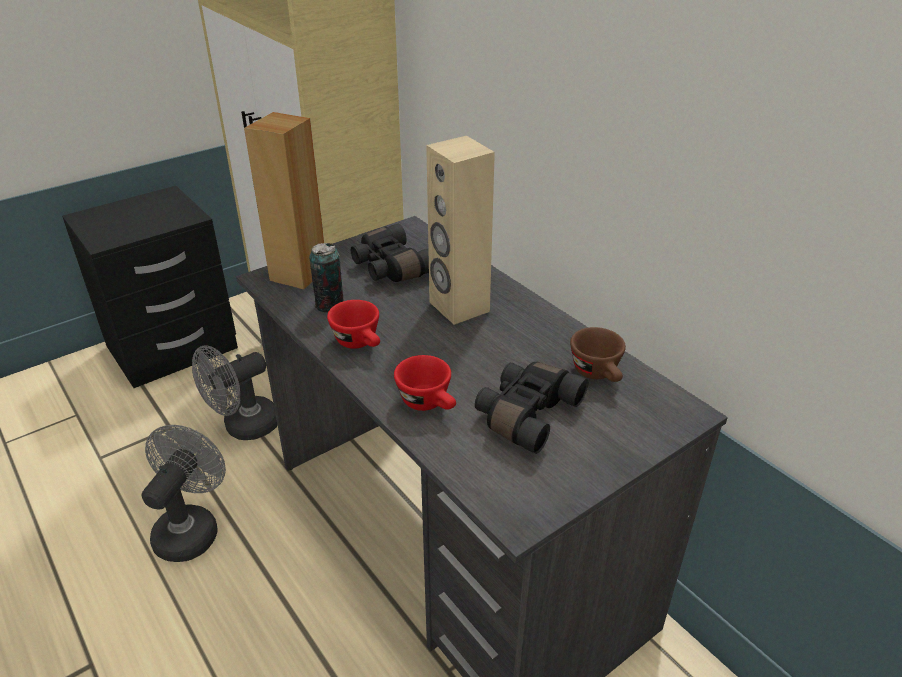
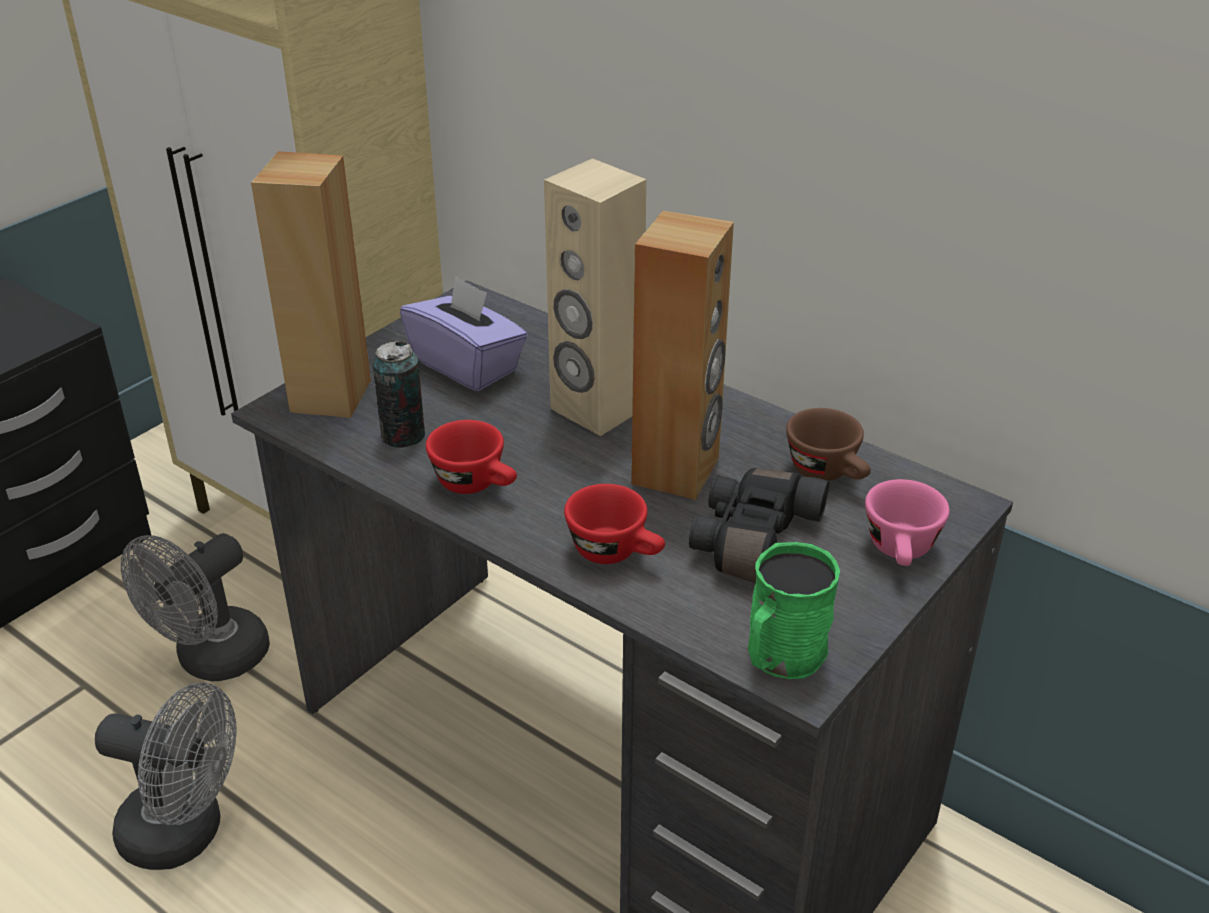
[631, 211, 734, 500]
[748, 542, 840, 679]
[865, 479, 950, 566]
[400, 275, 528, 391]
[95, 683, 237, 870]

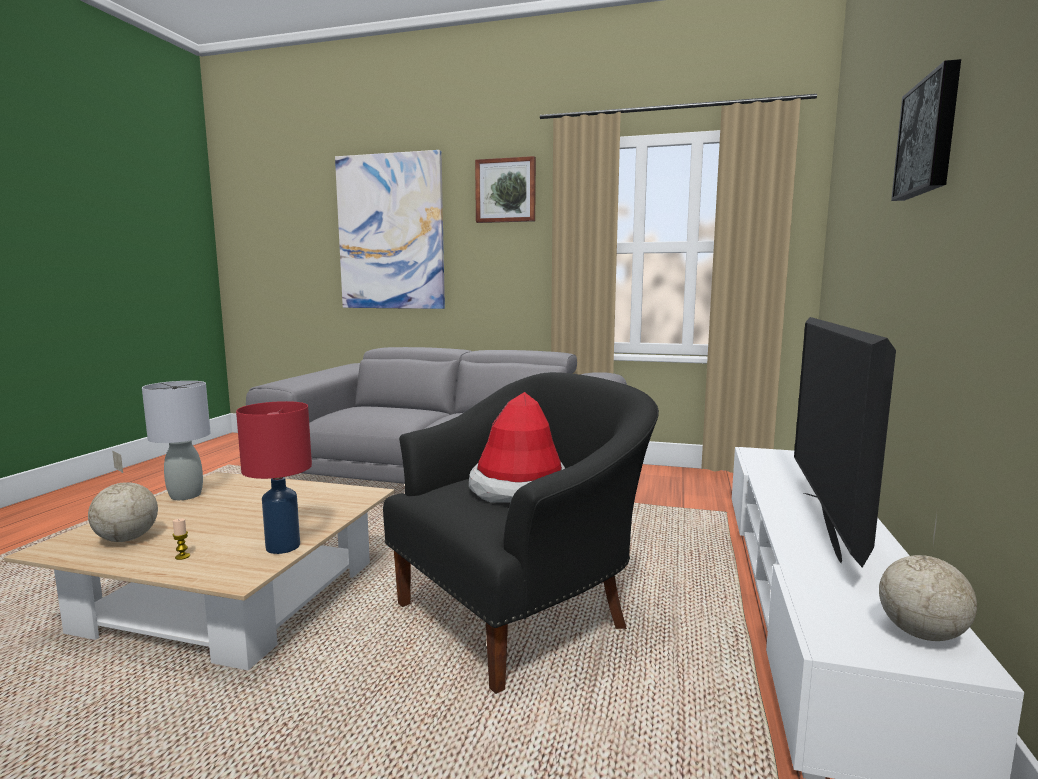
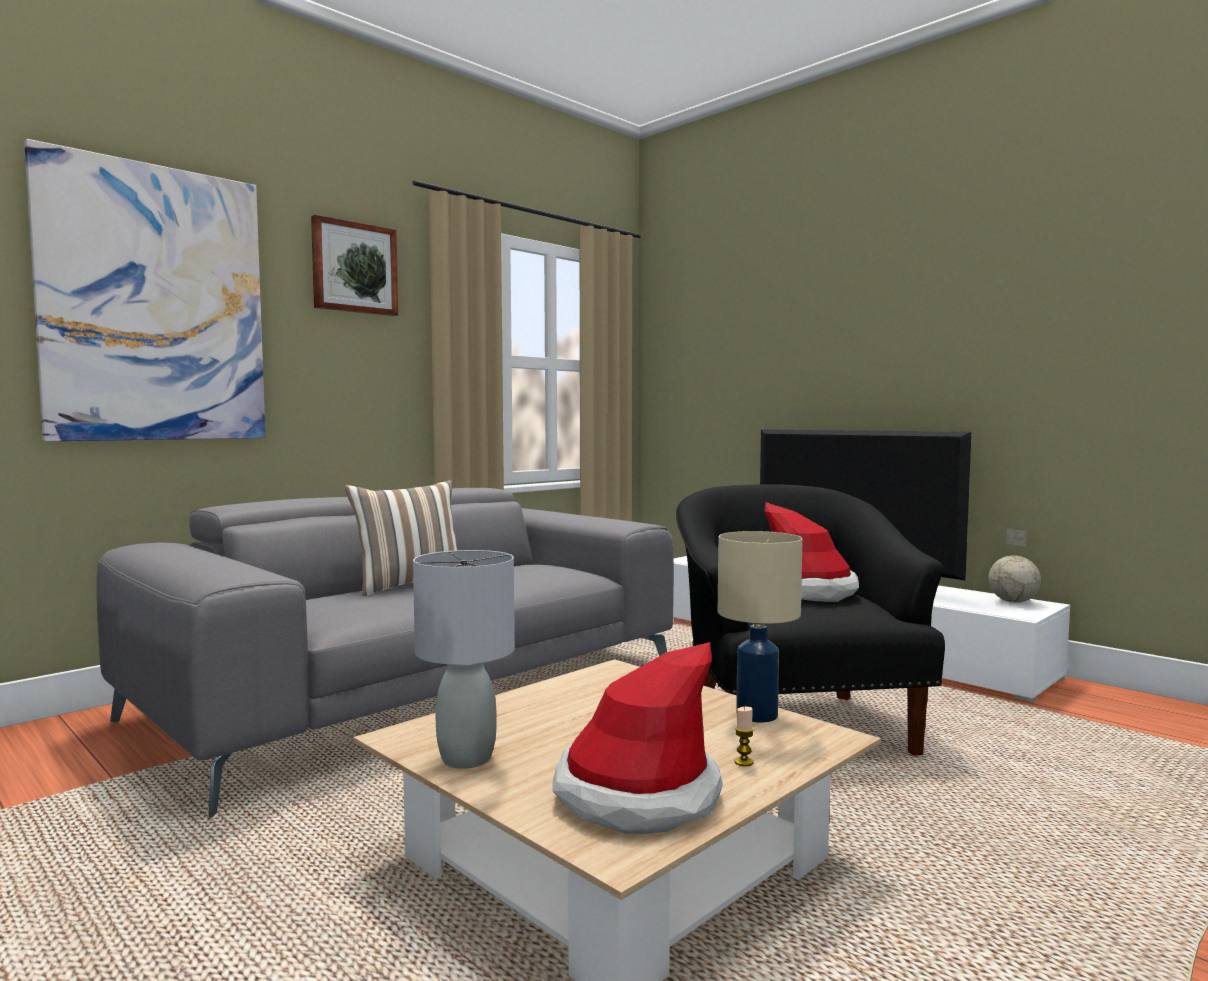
[891, 59, 961, 201] (first image)
[344, 480, 457, 596]
[552, 642, 723, 834]
[718, 531, 802, 723]

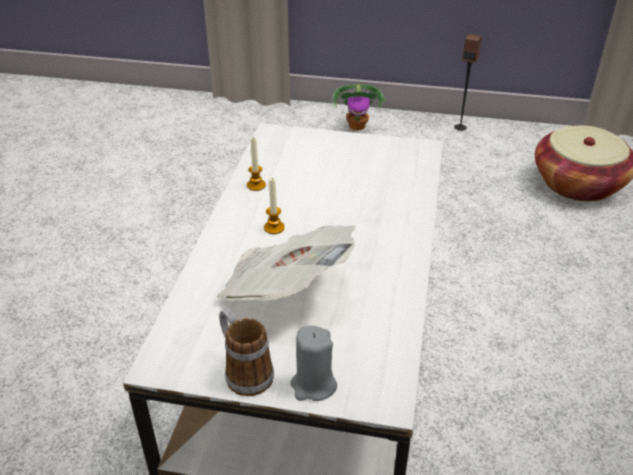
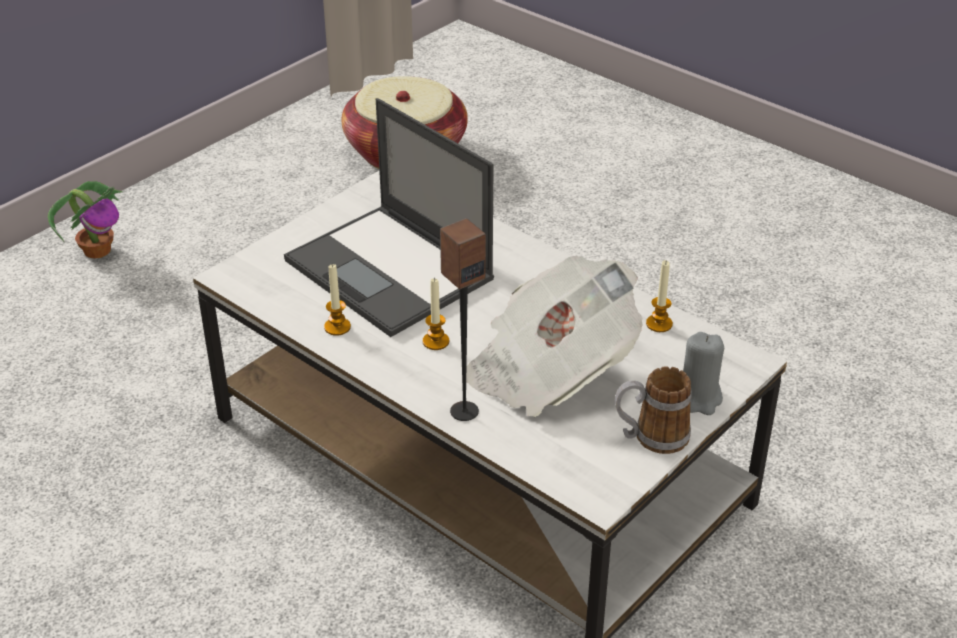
[284, 98, 494, 337]
[646, 260, 673, 332]
[440, 218, 486, 421]

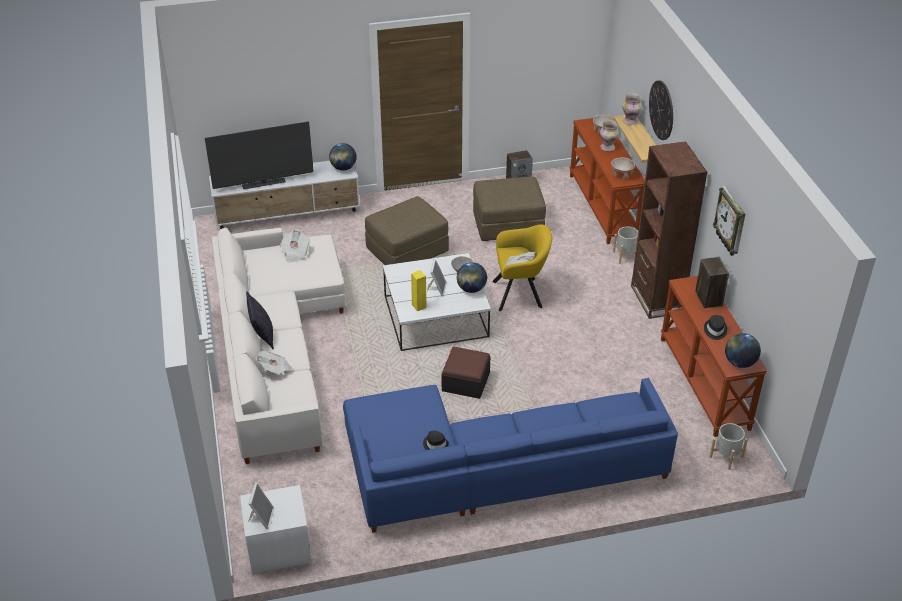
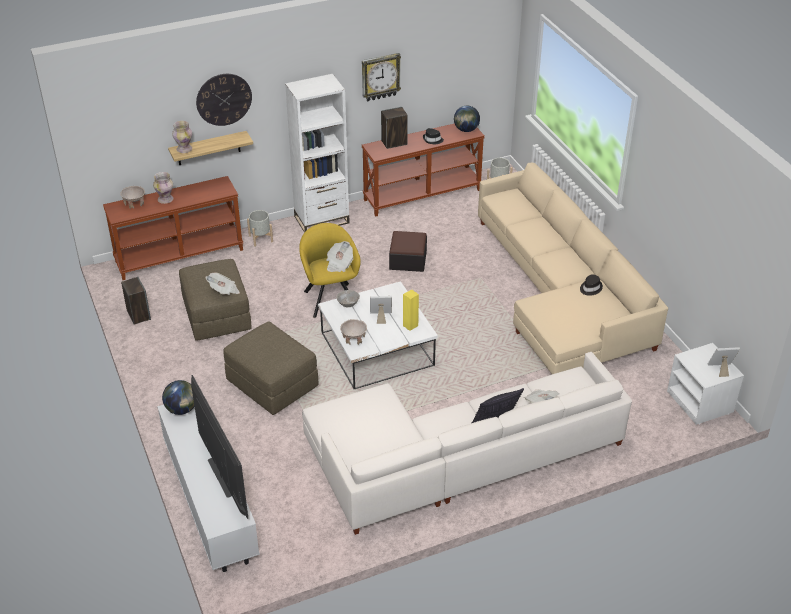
[457, 262, 487, 293] (first image)
[205, 273, 240, 295]
[389, 231, 427, 272]
[340, 319, 367, 345]
[478, 163, 668, 374]
[285, 74, 350, 233]

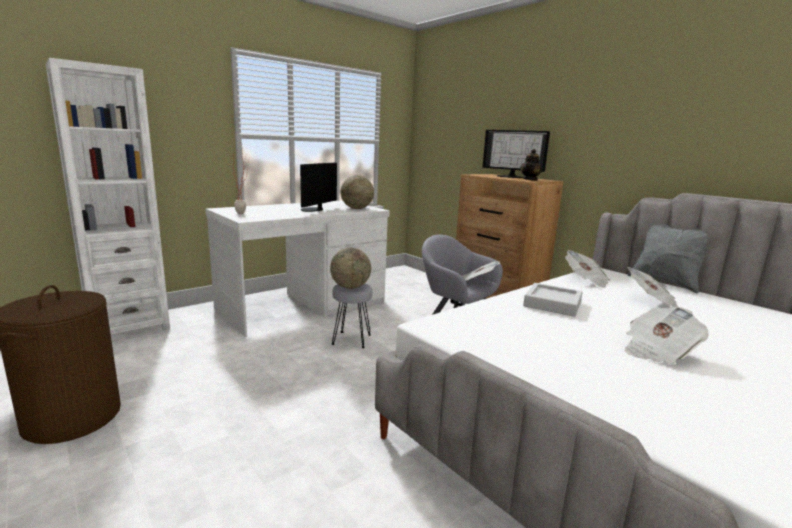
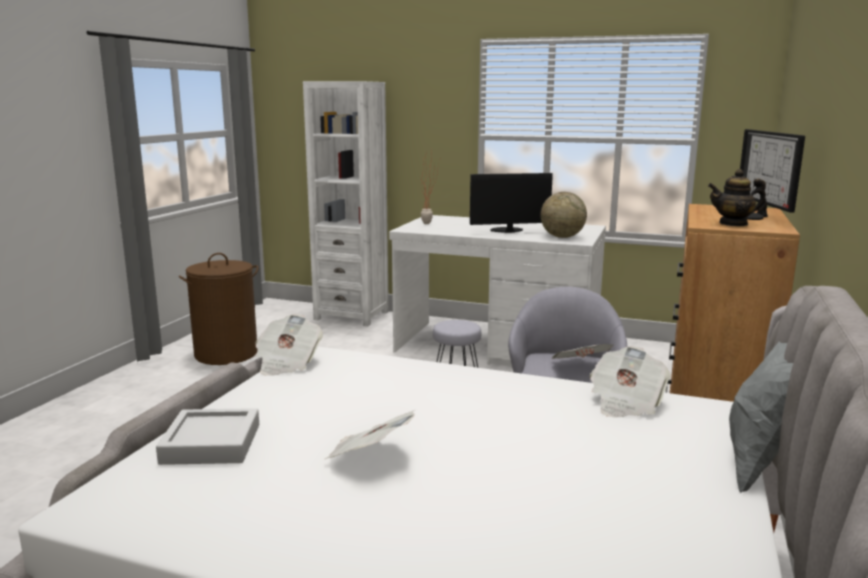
[330, 248, 371, 289] (first image)
[156, 408, 259, 465]
[255, 314, 323, 376]

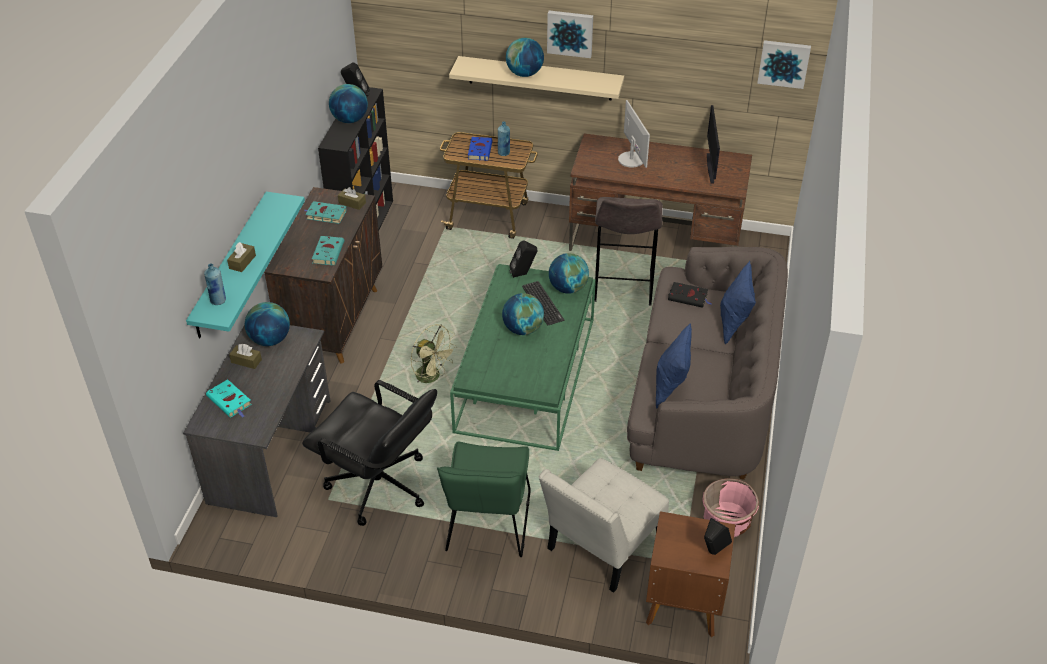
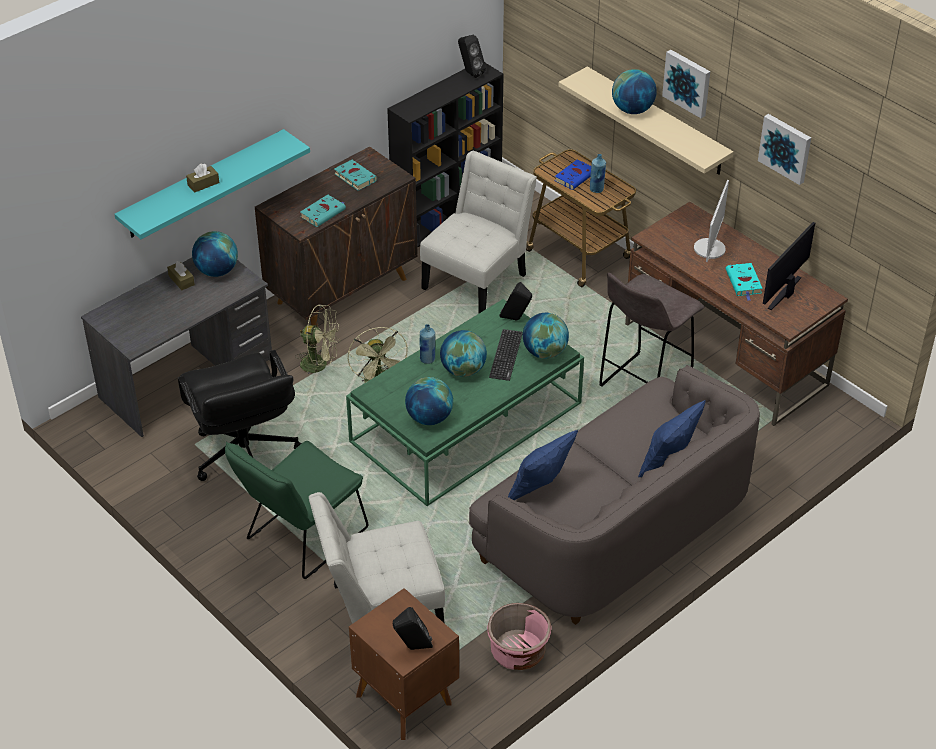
[338, 187, 366, 210] (first image)
[668, 282, 712, 308] (first image)
[295, 304, 340, 374]
[420, 151, 537, 313]
[419, 324, 435, 364]
[726, 263, 763, 300]
[405, 377, 453, 425]
[758, 114, 811, 185]

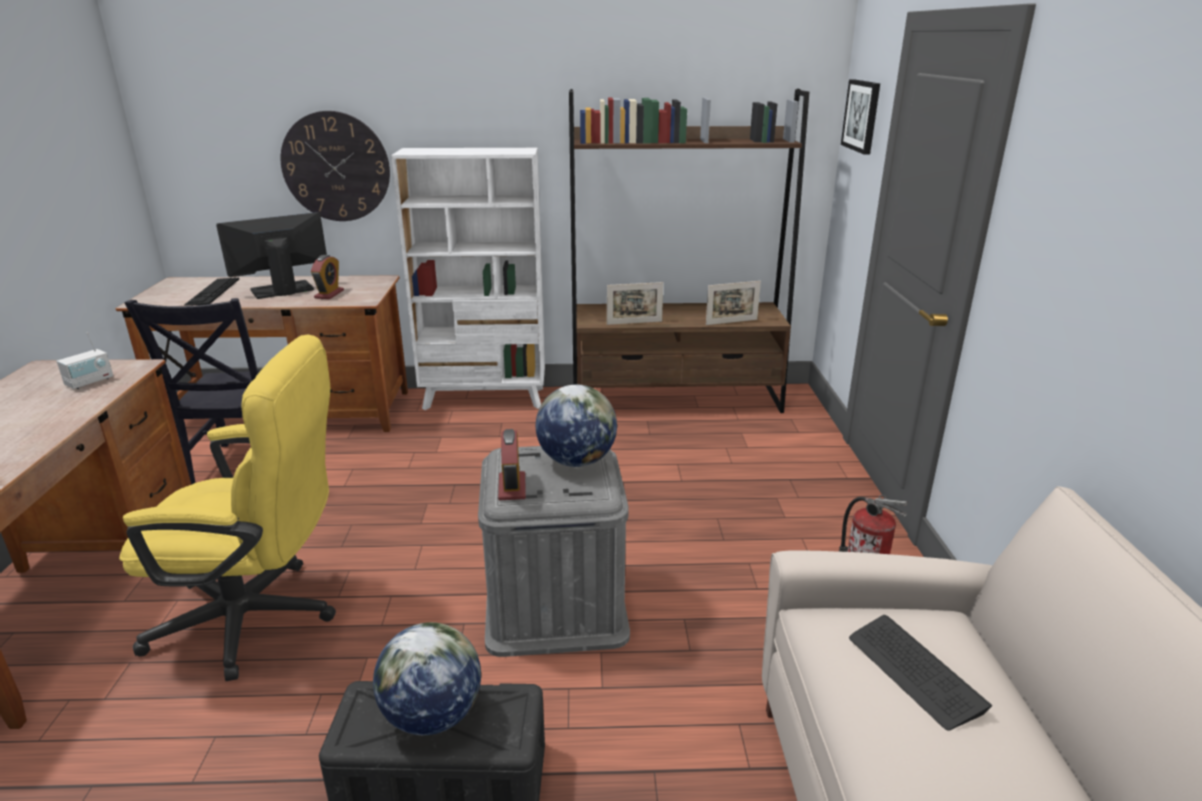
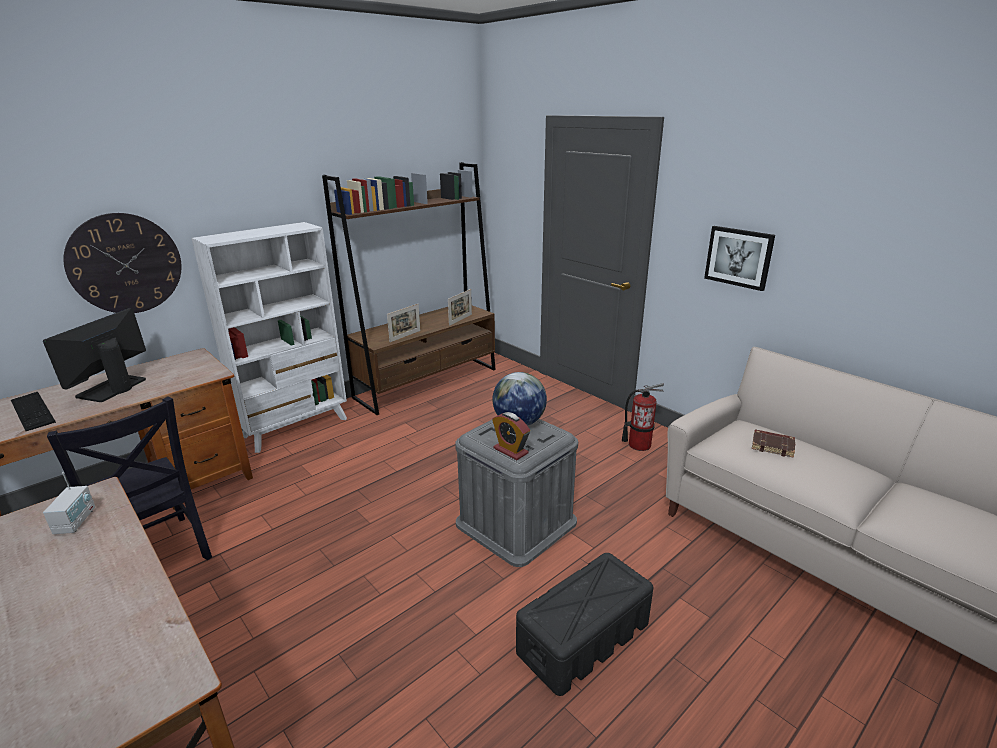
[119, 335, 336, 681] (first image)
[311, 255, 344, 299] (first image)
[373, 622, 481, 735] (first image)
[704, 226, 775, 291]
[752, 429, 795, 458]

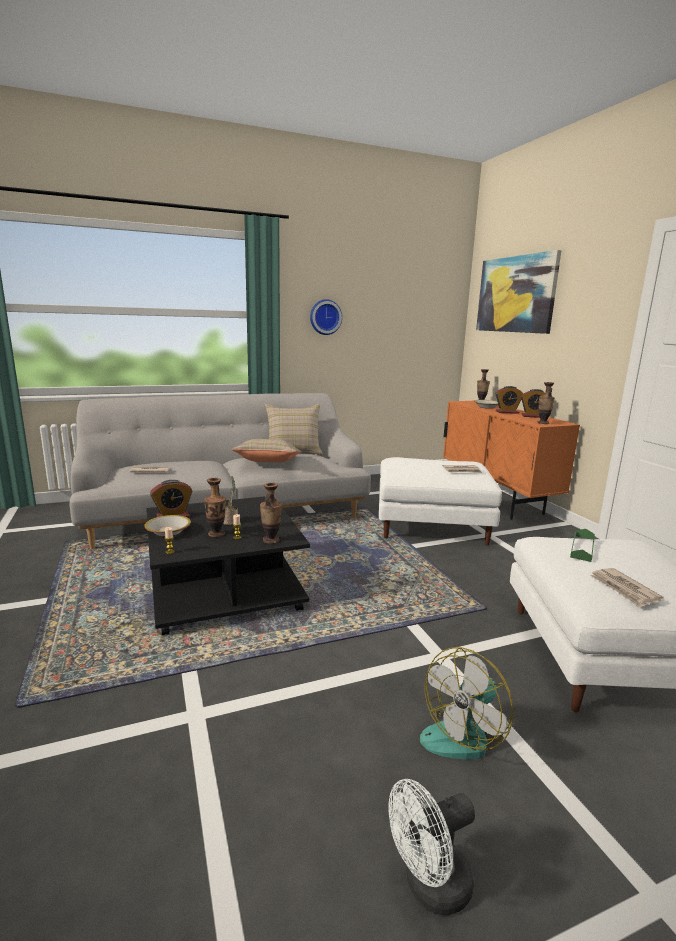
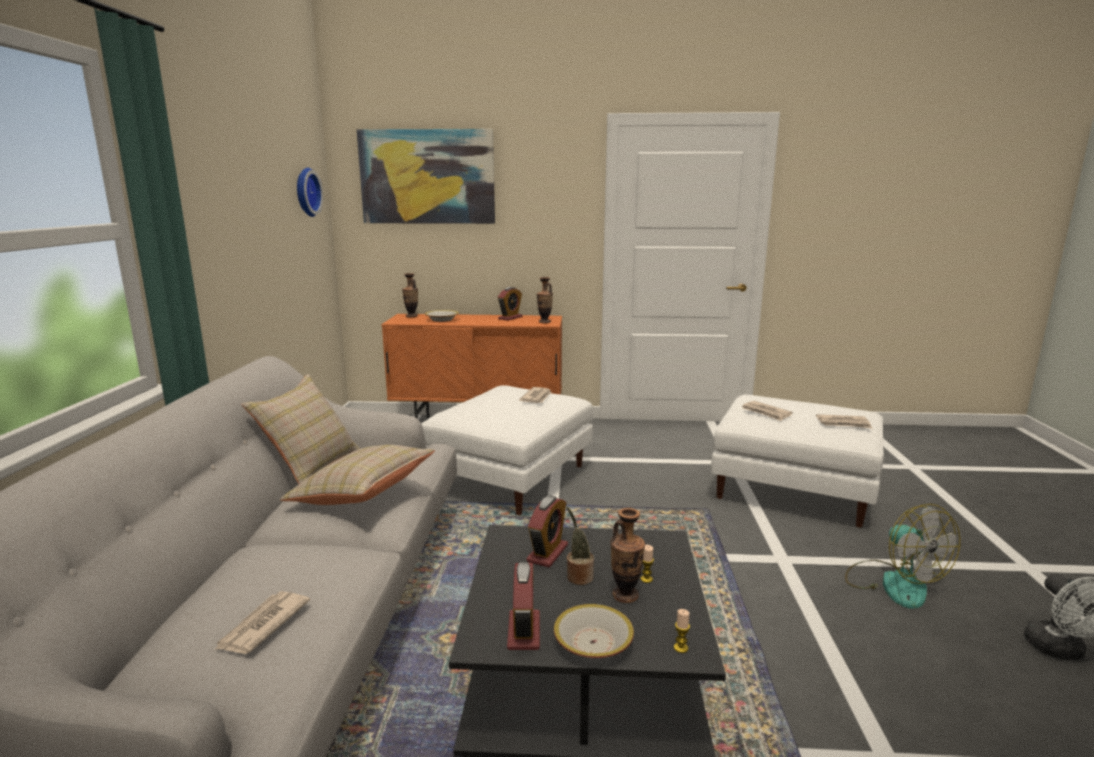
[260, 483, 282, 544] (first image)
[297, 168, 323, 217]
[526, 496, 568, 568]
[742, 401, 793, 421]

